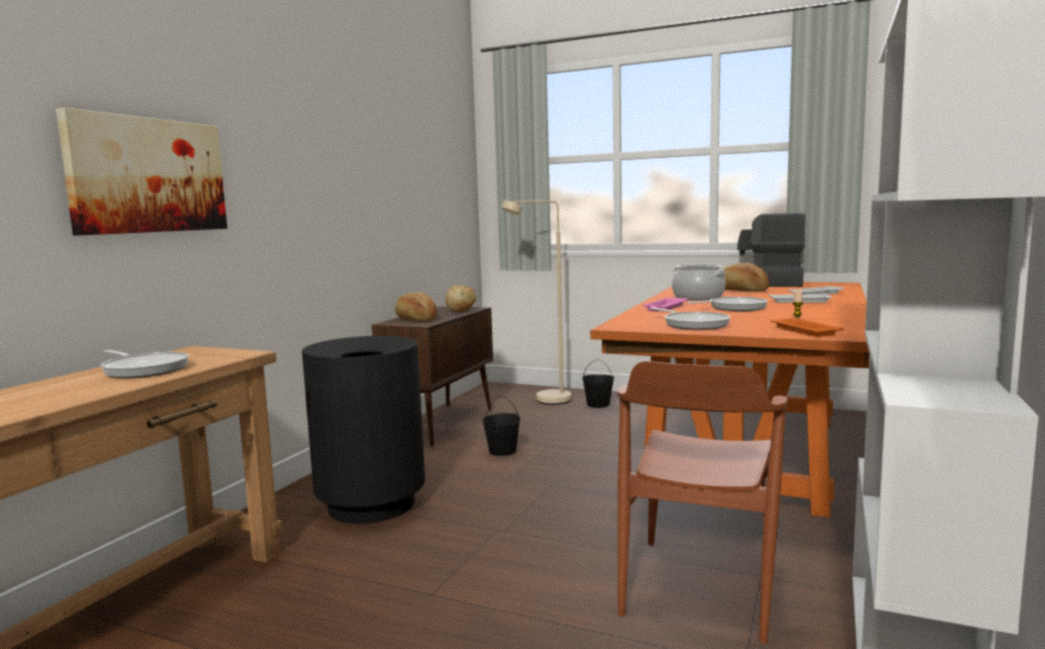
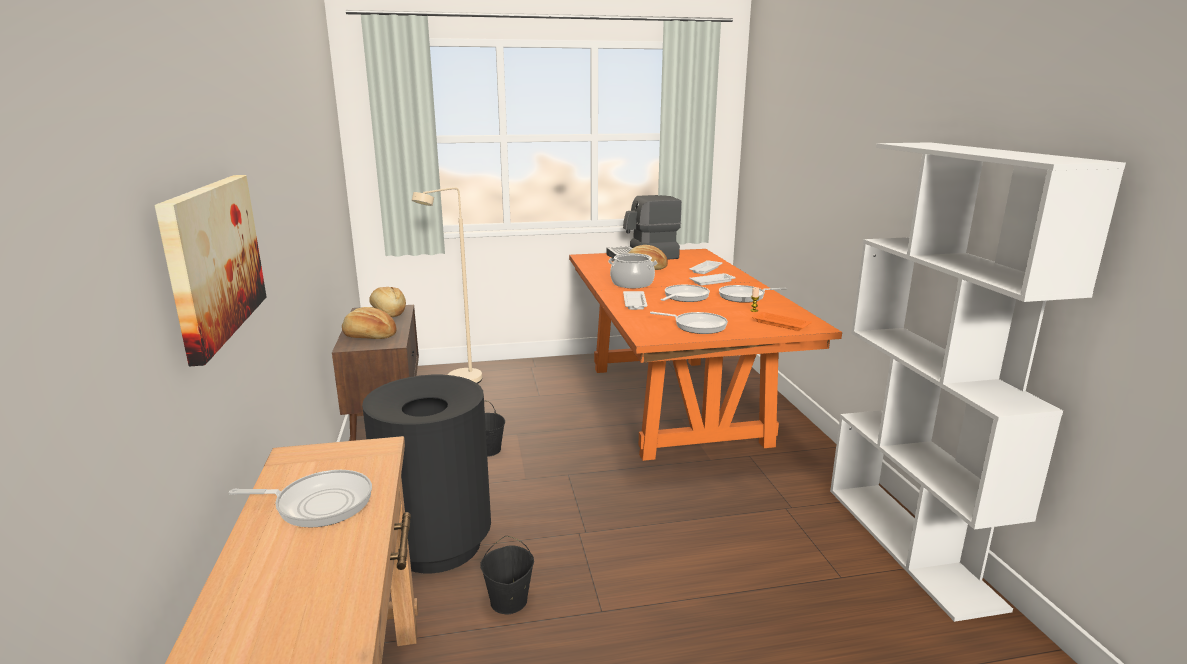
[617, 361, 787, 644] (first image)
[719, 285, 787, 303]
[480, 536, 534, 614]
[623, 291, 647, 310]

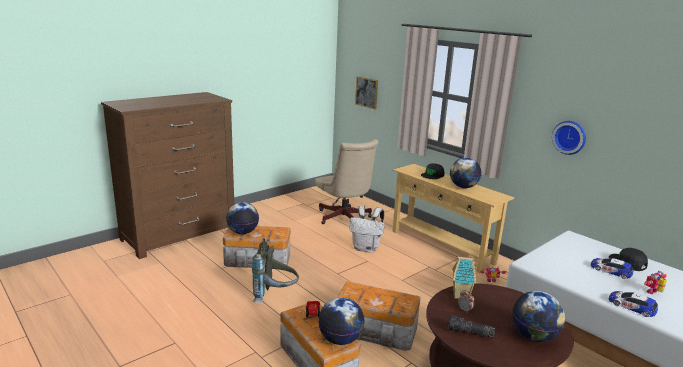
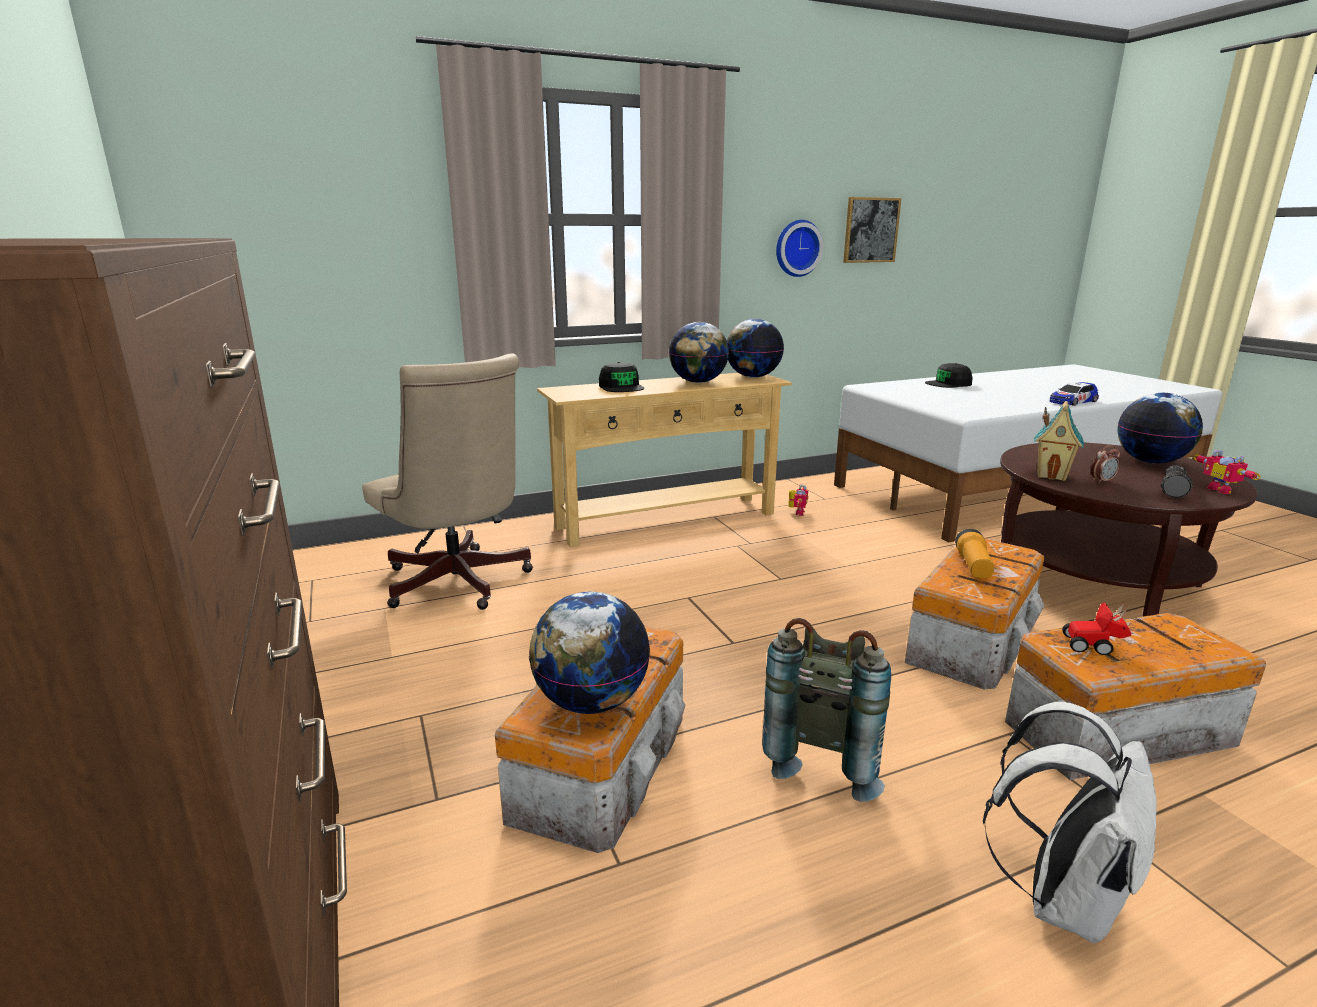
[591, 258, 633, 279] (first image)
[955, 529, 994, 578]
[727, 319, 784, 378]
[983, 702, 1157, 943]
[843, 197, 901, 263]
[1194, 450, 1261, 494]
[362, 354, 533, 610]

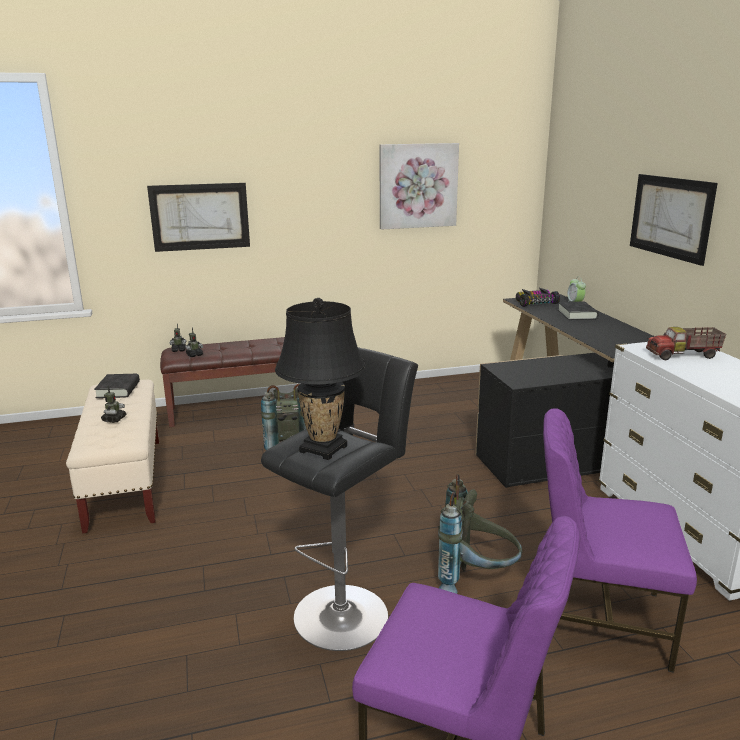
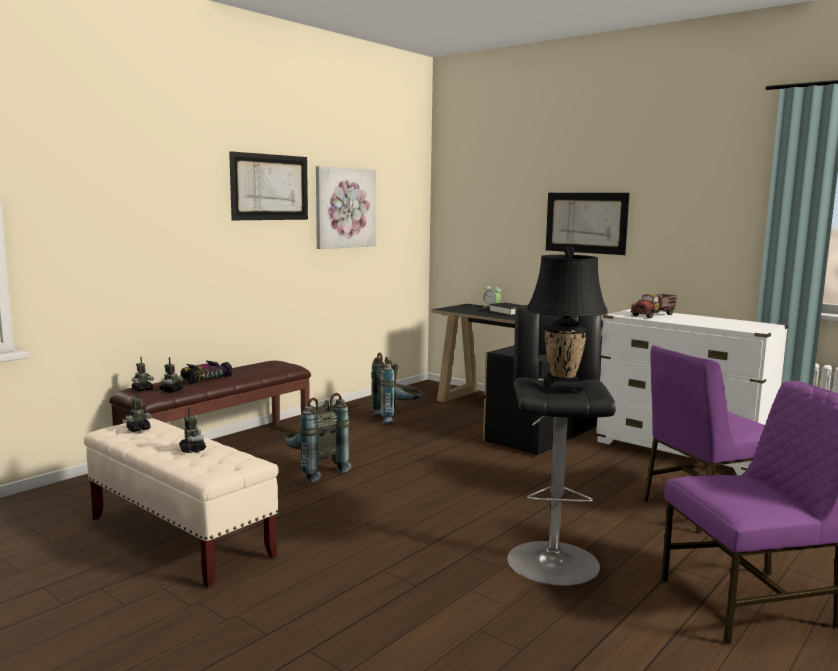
[229, 151, 308, 220]
[371, 353, 423, 424]
[181, 360, 232, 384]
[126, 390, 152, 432]

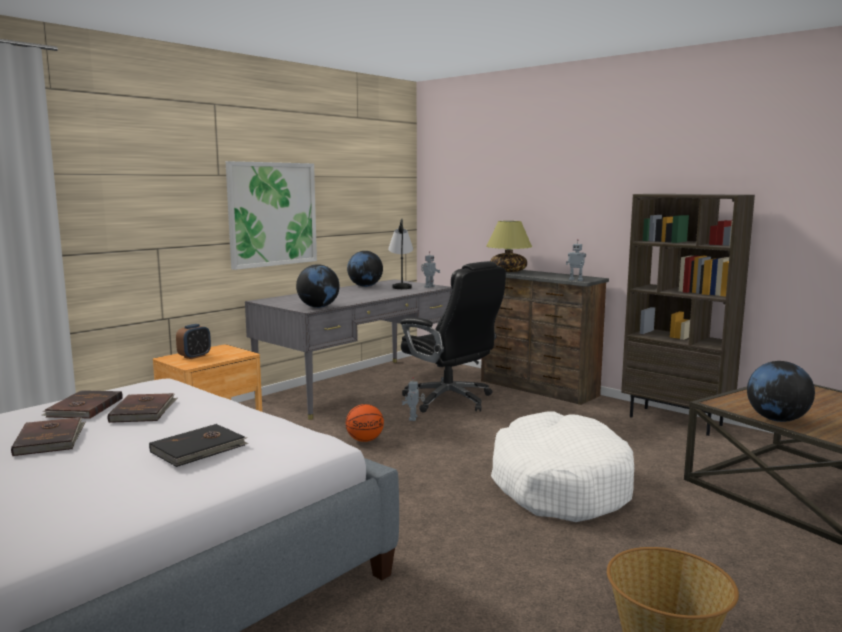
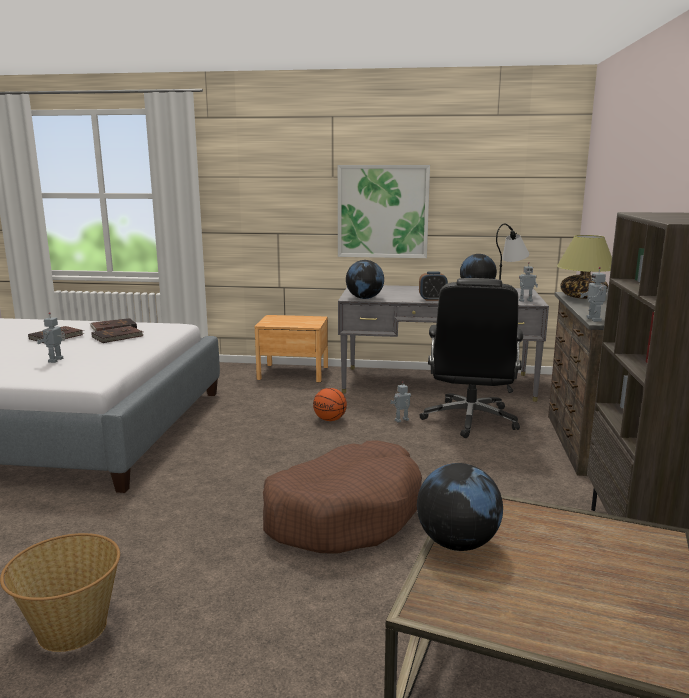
[419, 271, 448, 301]
[37, 312, 65, 363]
[263, 440, 422, 554]

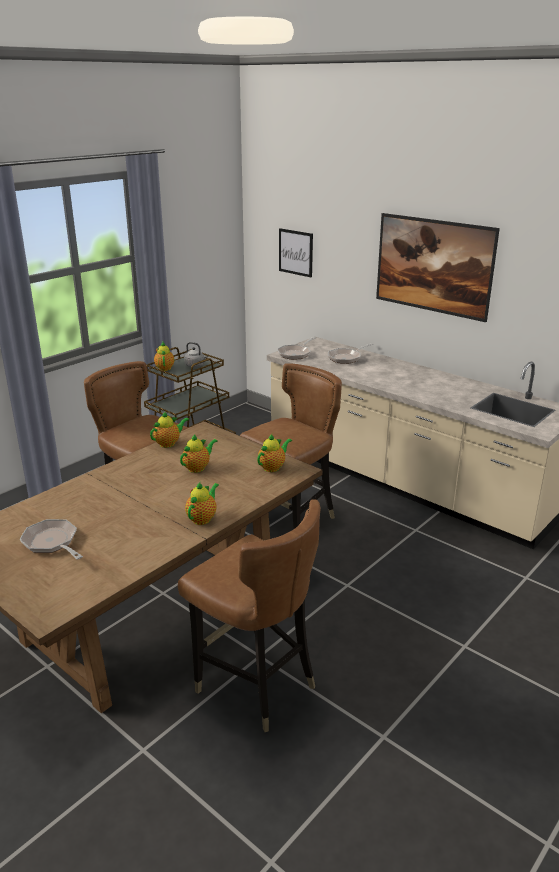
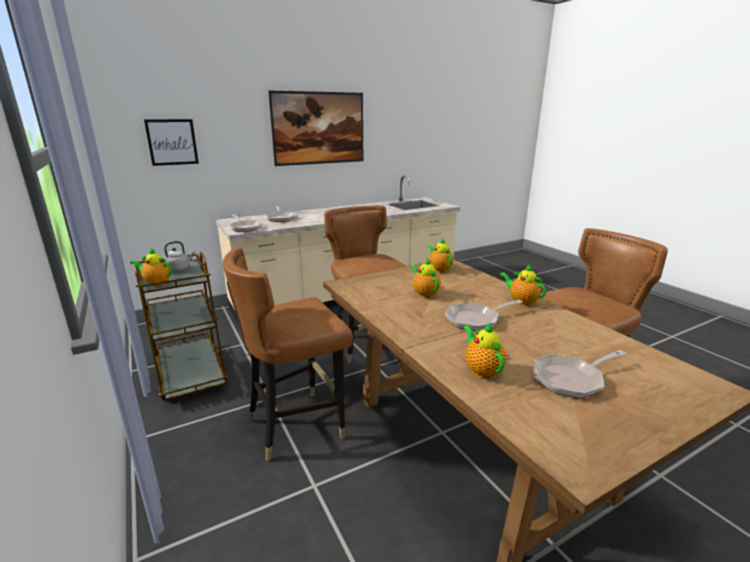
[446, 300, 523, 331]
[463, 323, 507, 379]

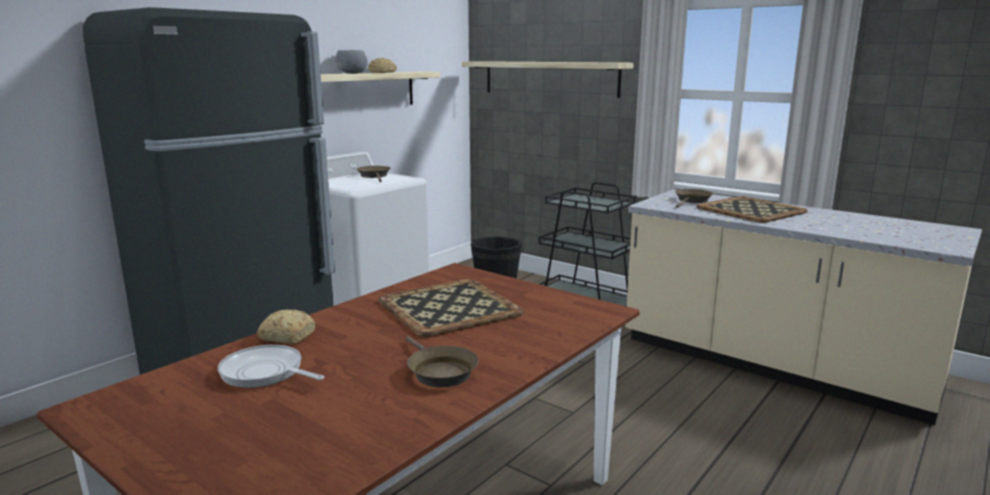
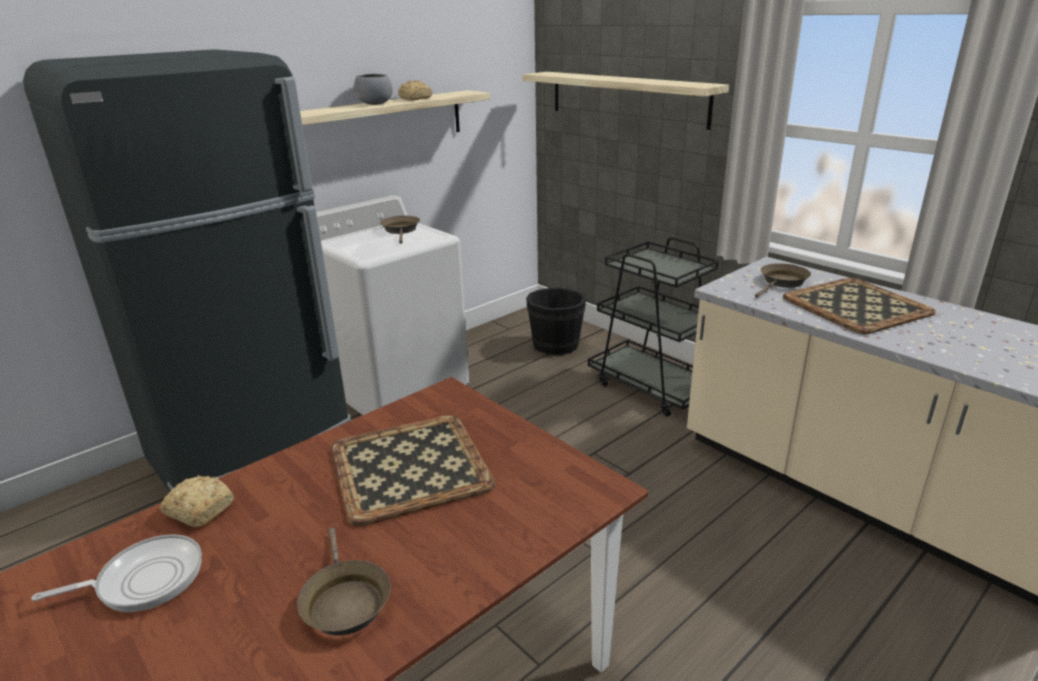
[31, 534, 202, 612]

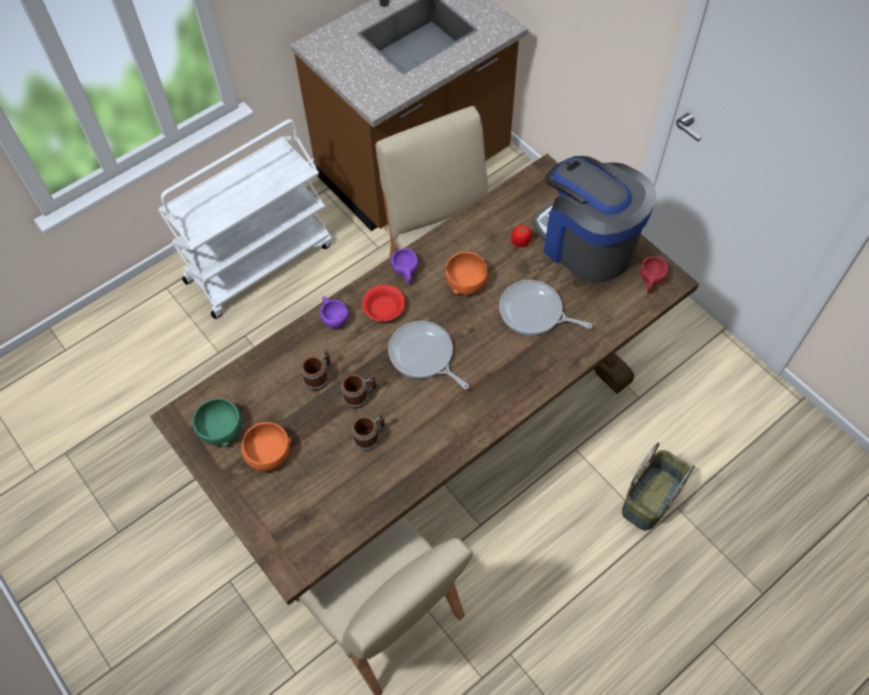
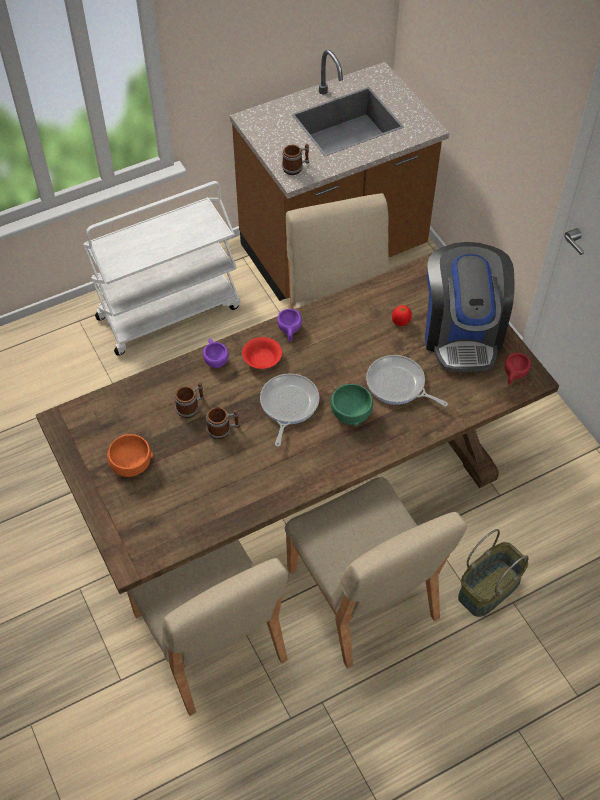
[445, 252, 488, 295] (first image)
[285, 477, 467, 668]
[330, 384, 373, 426]
[282, 144, 309, 175]
[260, 373, 319, 447]
[425, 242, 514, 372]

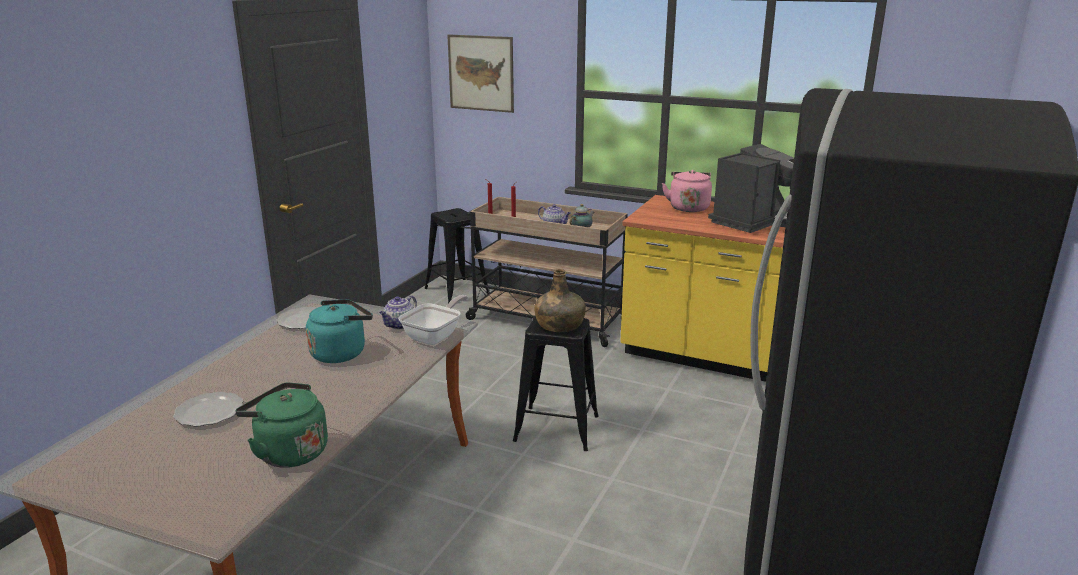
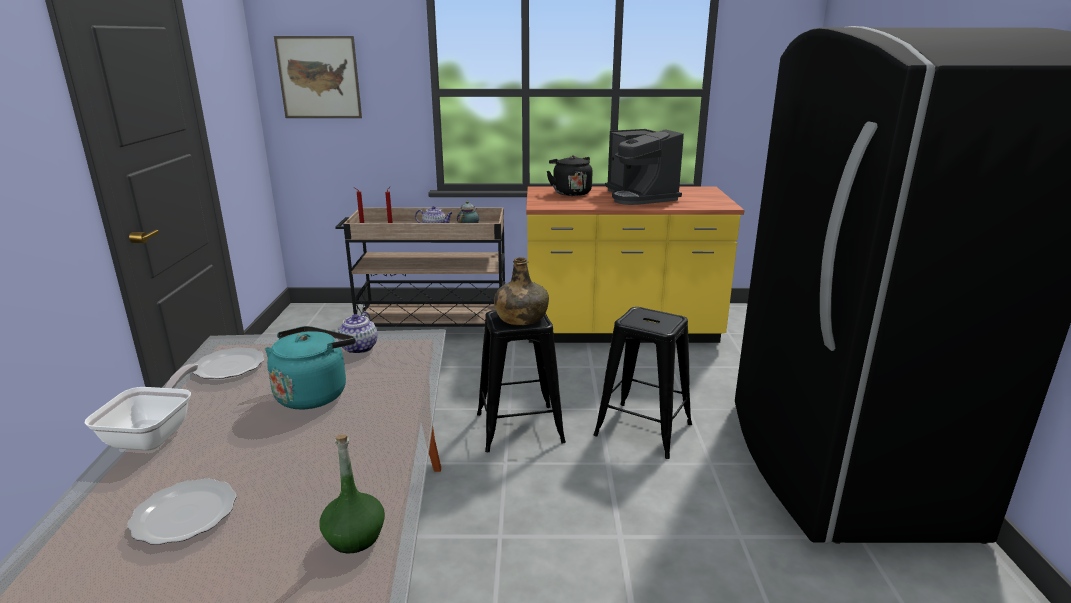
[85, 364, 198, 451]
[593, 307, 692, 459]
[320, 434, 385, 553]
[547, 155, 592, 196]
[605, 129, 684, 205]

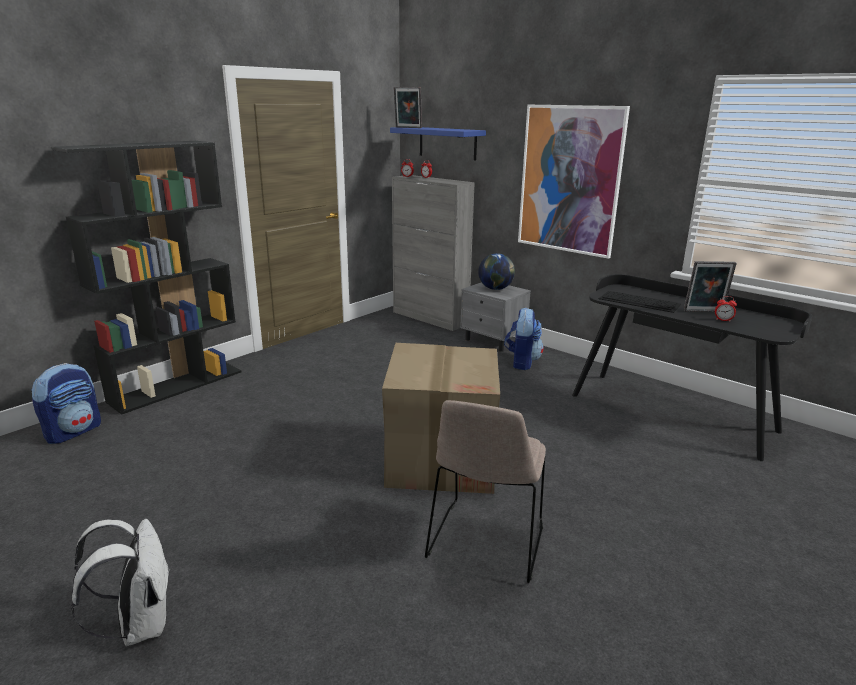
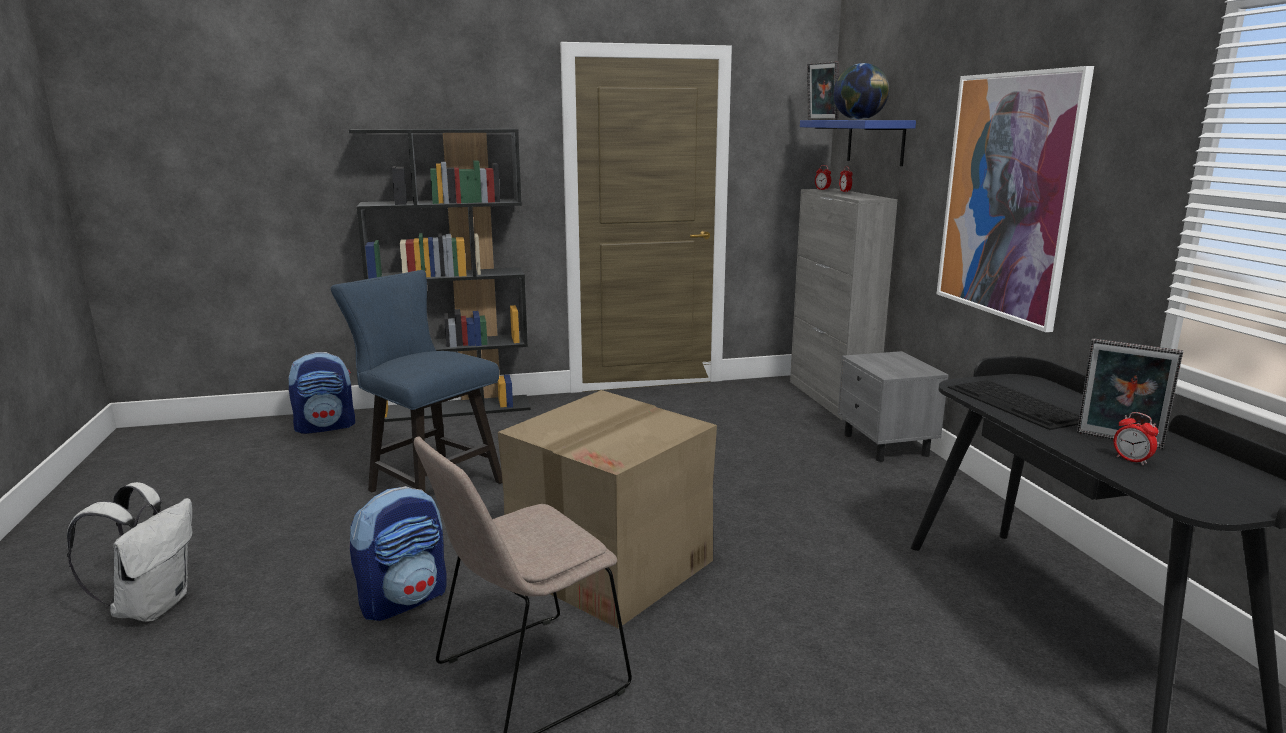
[331, 270, 503, 493]
[833, 63, 889, 120]
[350, 486, 447, 621]

